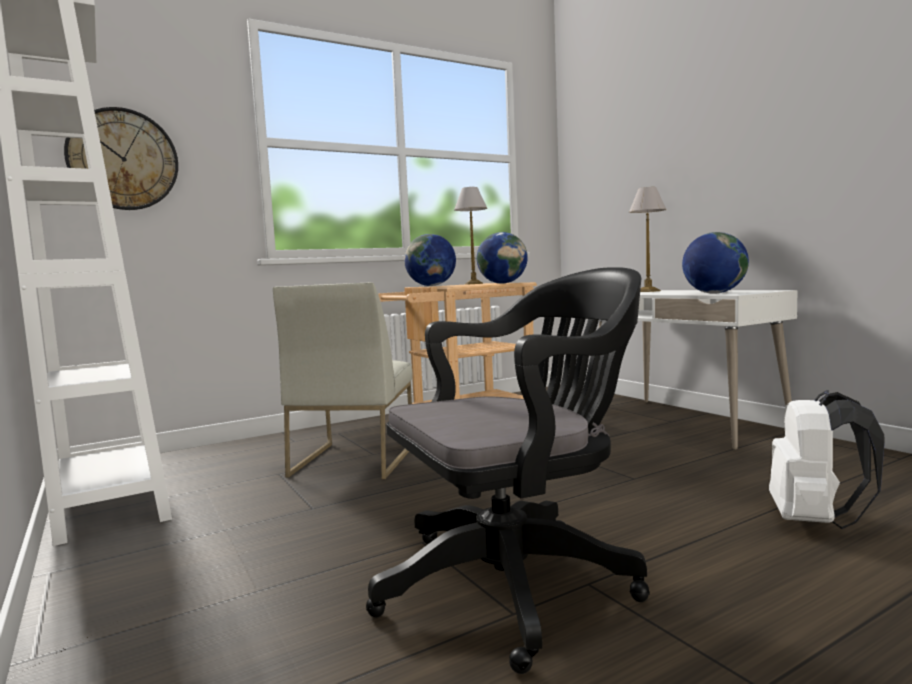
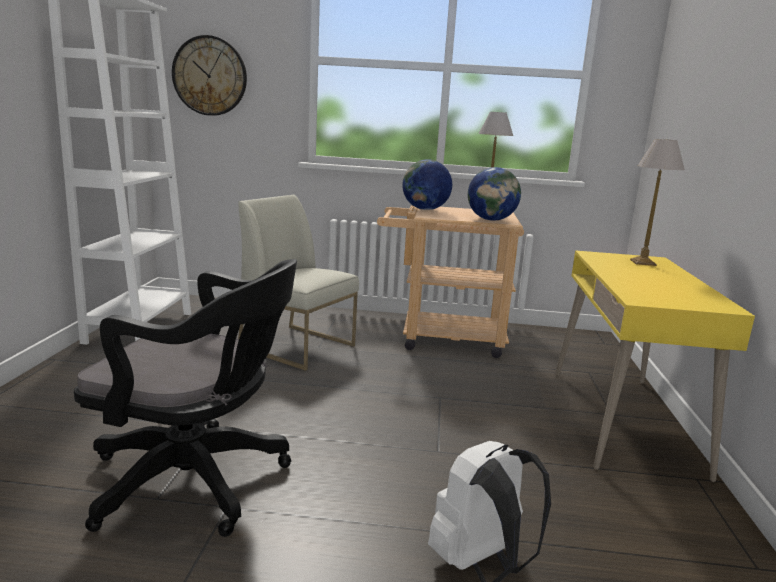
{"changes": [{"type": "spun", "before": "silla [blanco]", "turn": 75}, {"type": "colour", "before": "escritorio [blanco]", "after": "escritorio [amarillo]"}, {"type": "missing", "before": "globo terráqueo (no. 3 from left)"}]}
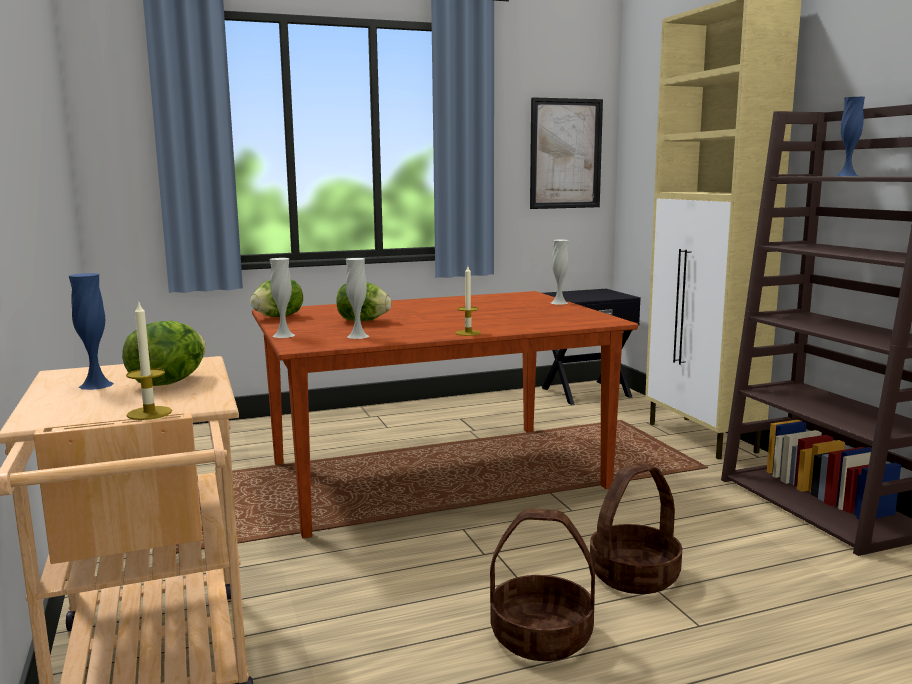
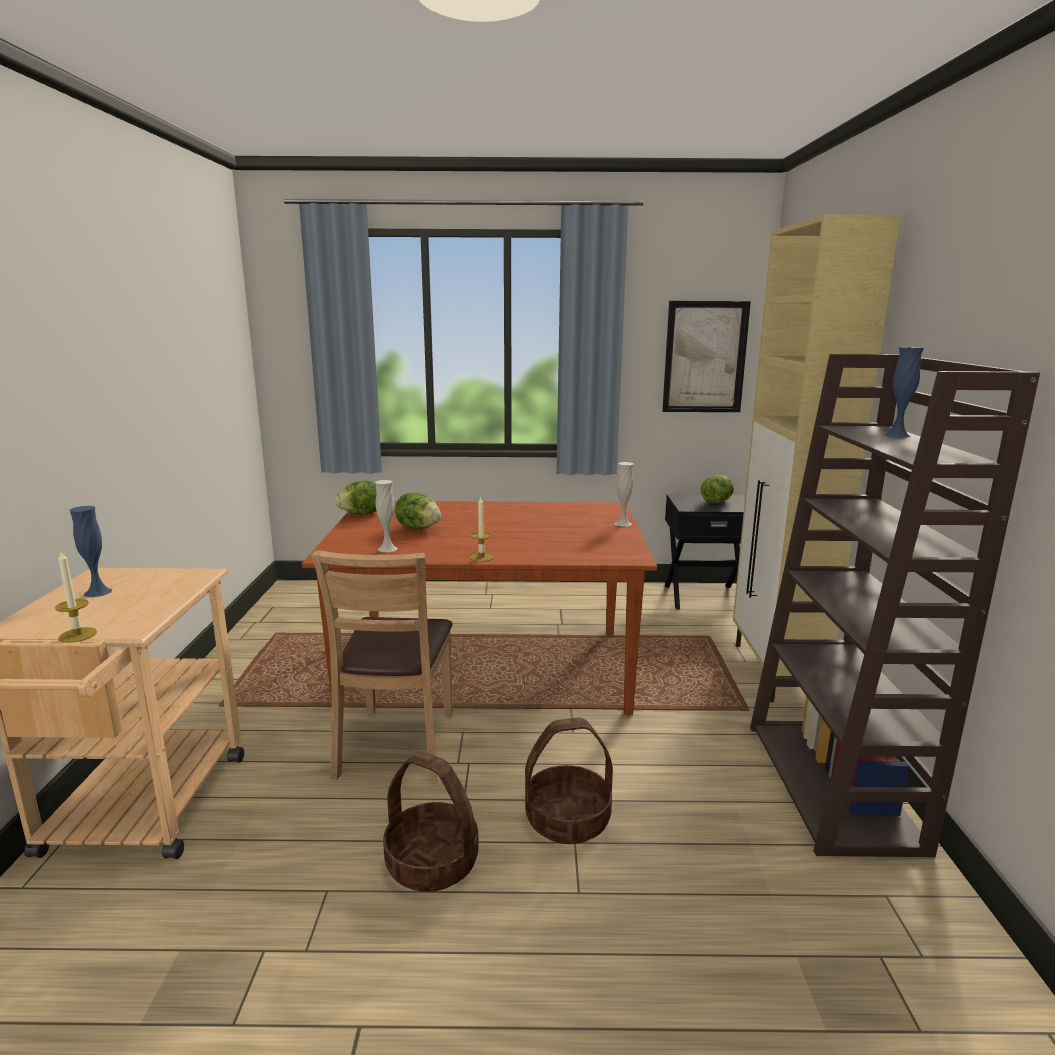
{"changes": [{"type": "relocated", "before": "lechuga (no. 1 from left in the first image)", "after": "lechuga (no. 3 from left)"}, {"type": "missing", "before": "florero [blanco] (no. 1 from left)"}, {"type": "appeared", "after": "silla [marrón]"}]}
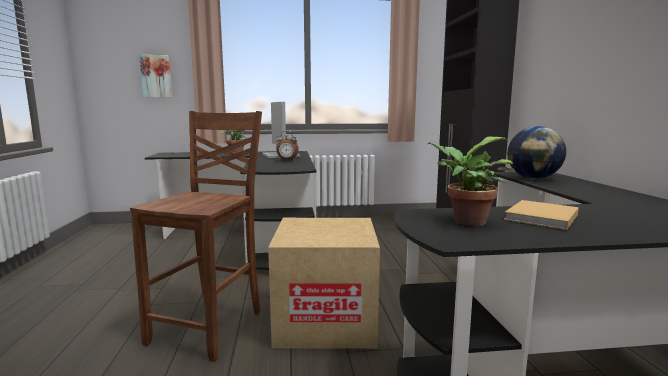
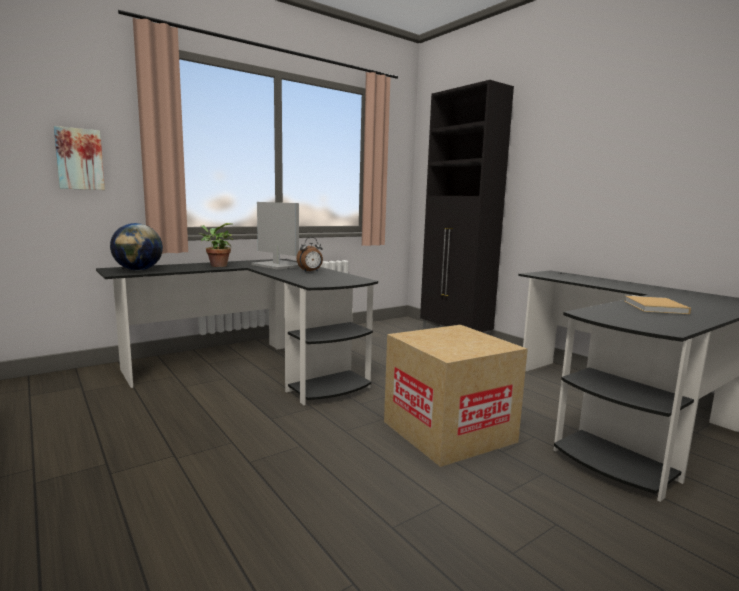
{"changes": [{"type": "missing", "before": "silla [marrón]"}, {"type": "missing", "before": "planta en maceta (no. 2 from left)"}, {"type": "relocated", "before": "globo terráqueo"}]}
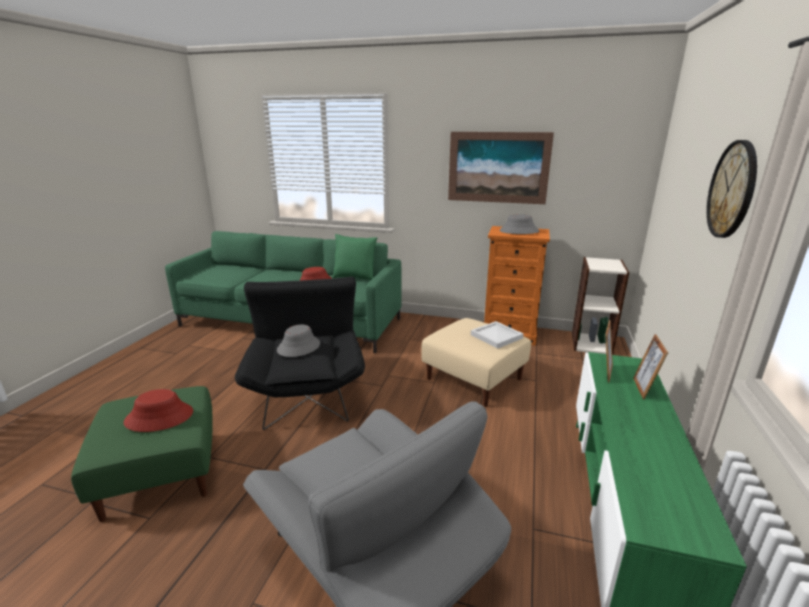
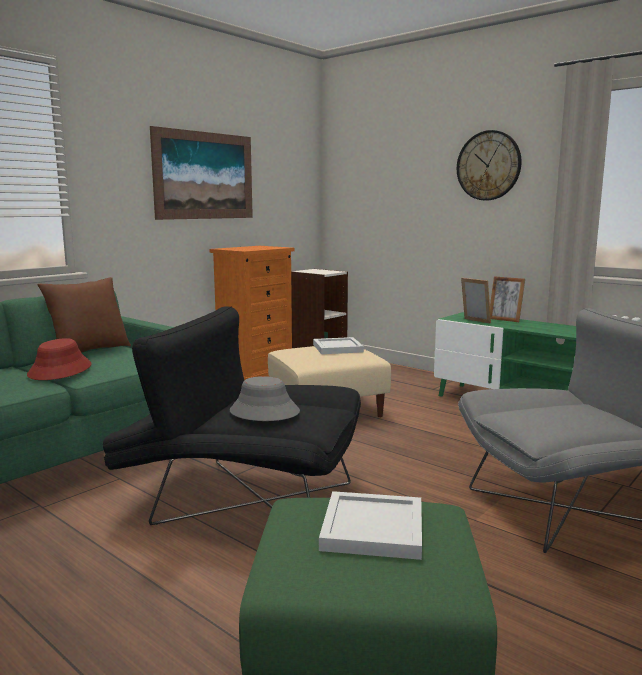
{"changes": [{"type": "exchanged", "before": "sombrero [rojo] (no. 1 from left)", "after": "bandeja [blanco] (no. 2 from left)"}, {"type": "colour", "before": "cojín [verde]", "after": "cojín [marrón]"}, {"type": "missing", "before": "sombrero [gris] (no. 2 from left)"}]}
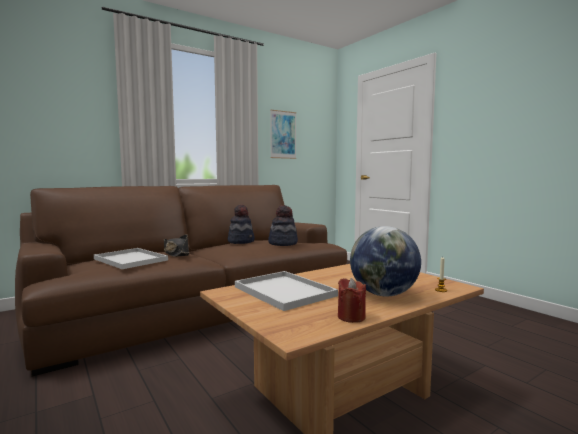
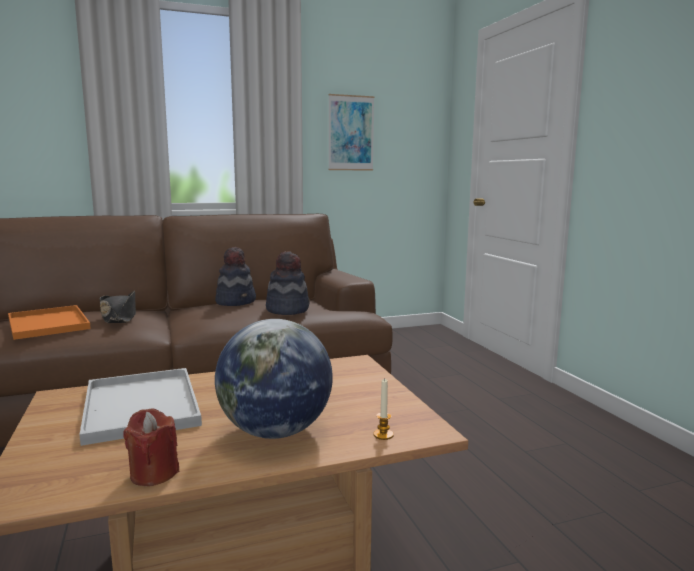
{"changes": [{"type": "colour", "before": "bandeja [blanco] (no. 1 from left)", "after": "bandeja [naranja]"}]}
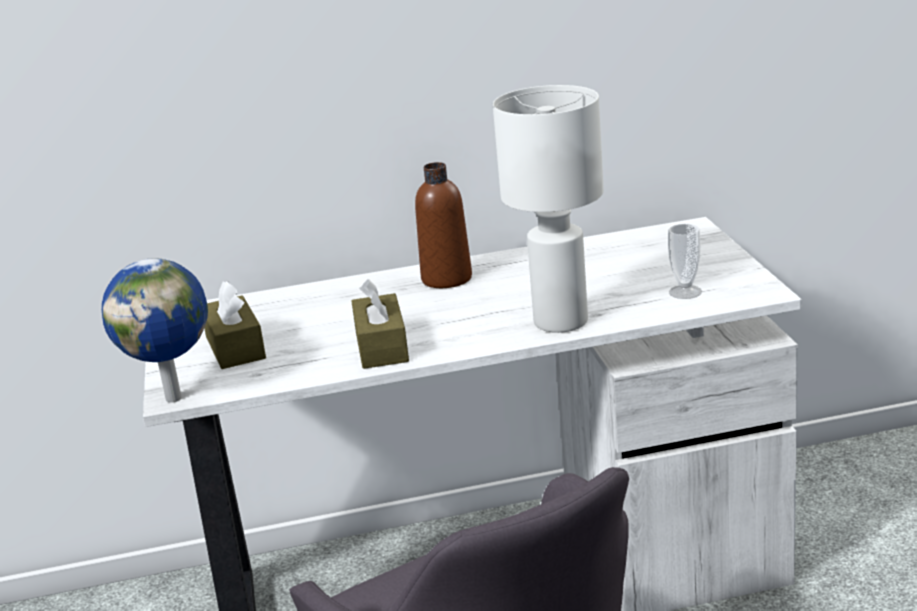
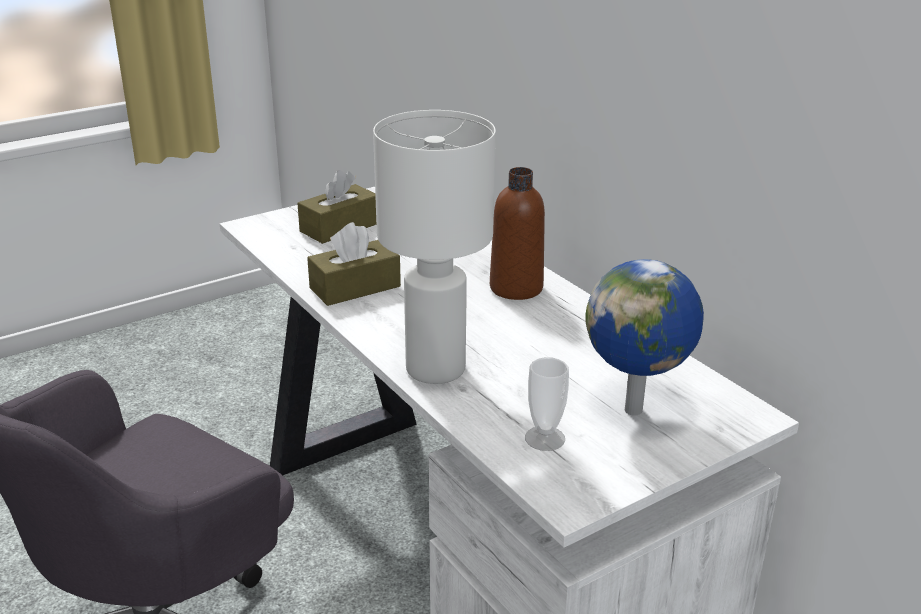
{"changes": [{"type": "relocated", "before": "globo terráqueo"}]}
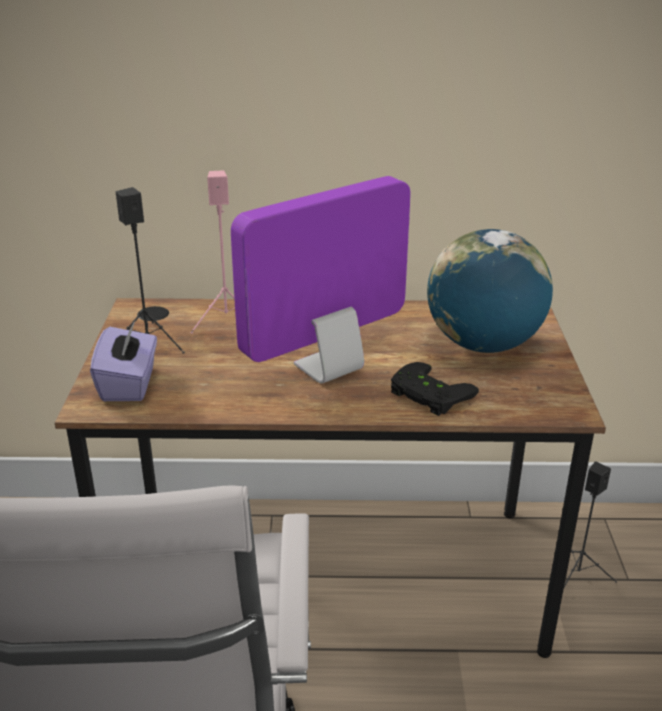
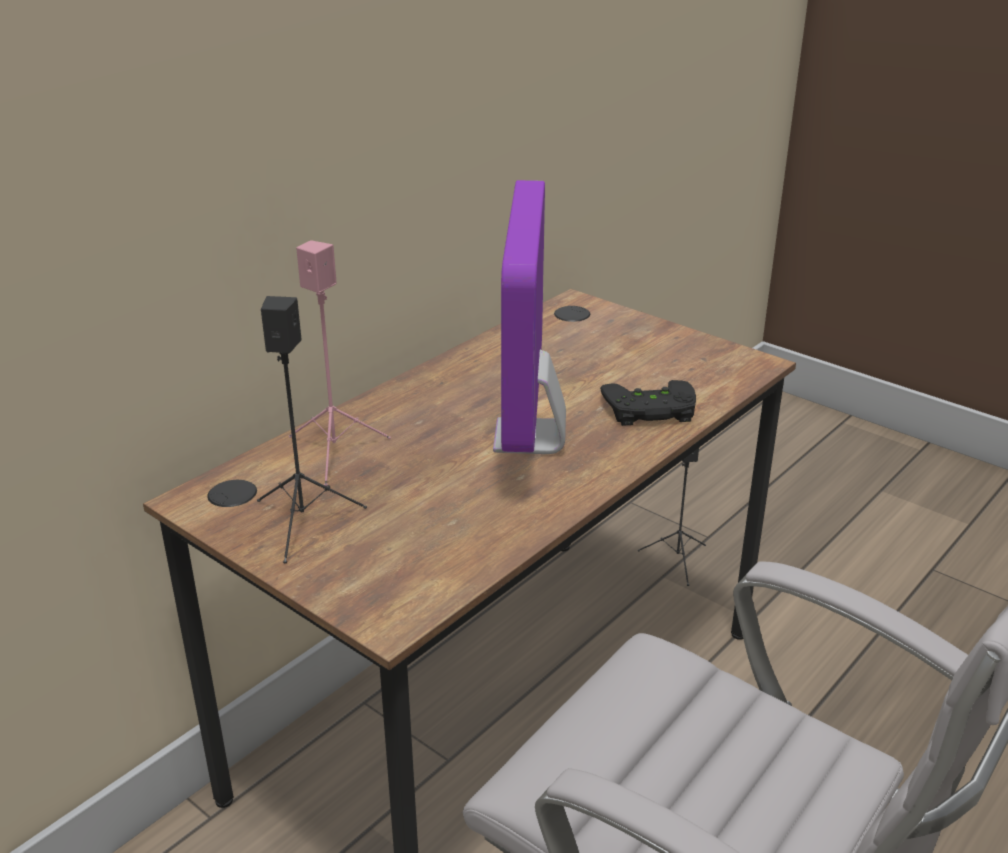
{"changes": [{"type": "missing", "before": "caja de pañuelos [morado]"}, {"type": "missing", "before": "globo terráqueo"}]}
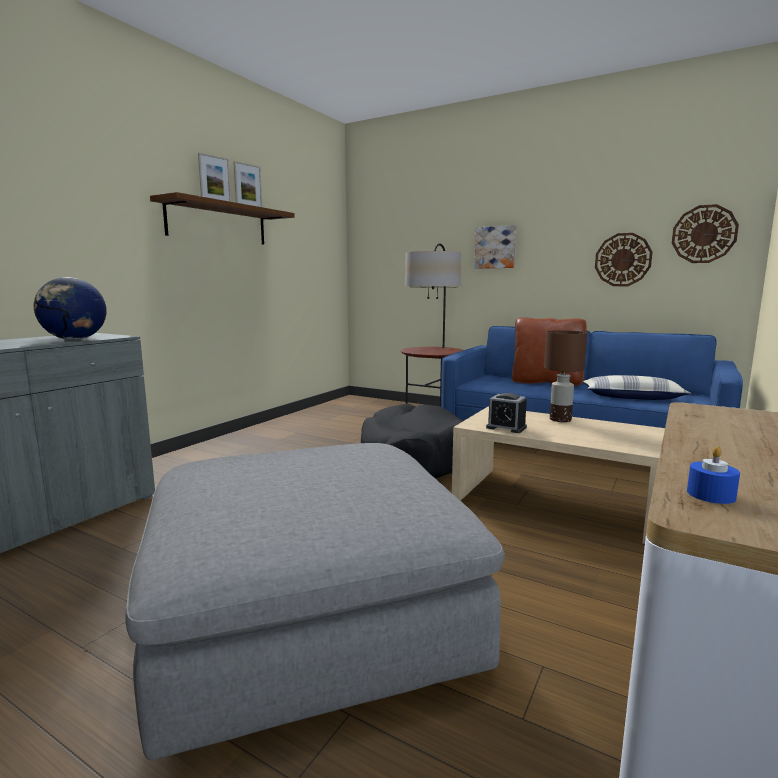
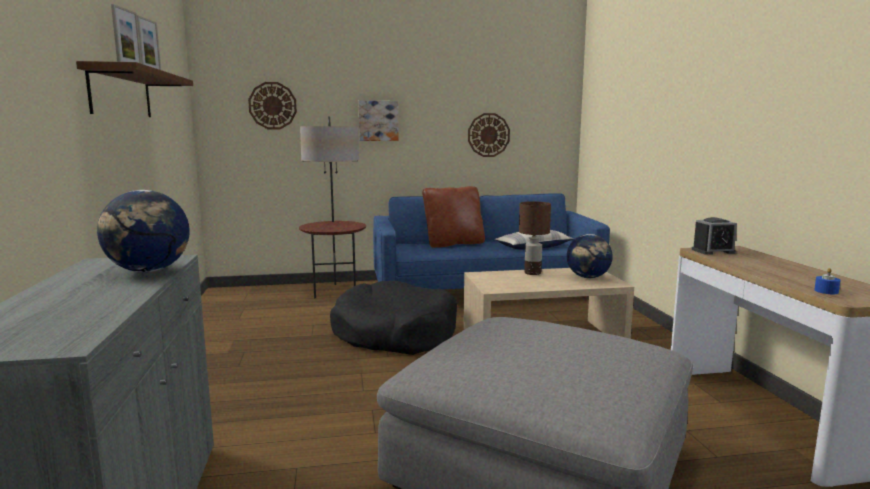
{"changes": [{"type": "relocated", "before": "despertador"}, {"type": "relocated", "before": "reloj de pared (no. 2 from left in the first image)", "after": "reloj de pared (no. 1 from left)"}, {"type": "appeared", "after": "globo terráqueo (no. 2 from left)"}]}
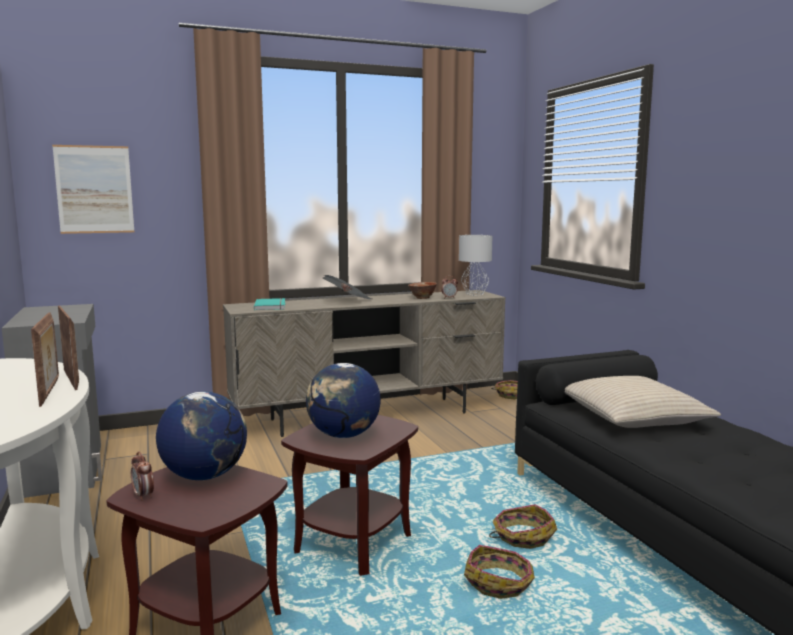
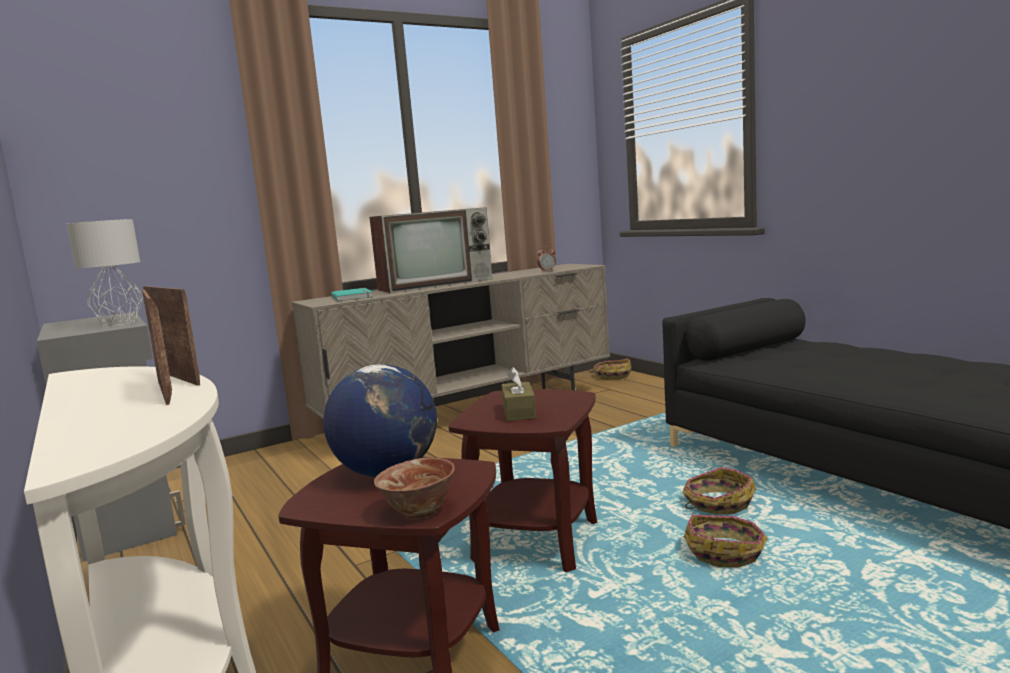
{"changes": [{"type": "missing", "before": "cuadro"}, {"type": "missing", "before": "despertador (no. 1 from left)"}, {"type": "exchanged", "before": "globo terráqueo (no. 2 from left)", "after": "caja de pañuelos [marrón]"}, {"type": "exchanged", "before": "periódico", "after": "televisor"}, {"type": "relocated", "before": "cuenco"}, {"type": "relocated", "before": "lámpara de mesa [gris]"}, {"type": "missing", "before": "cojín [beis]"}]}
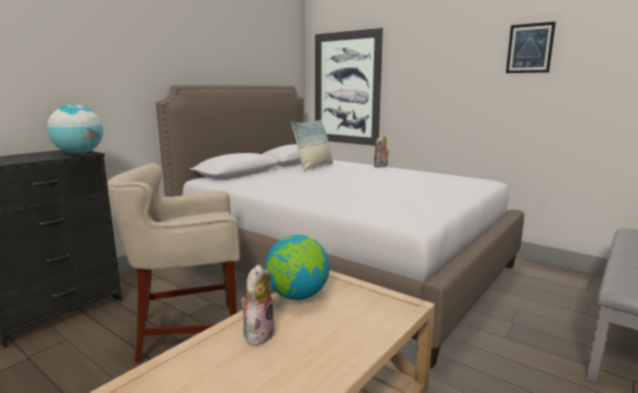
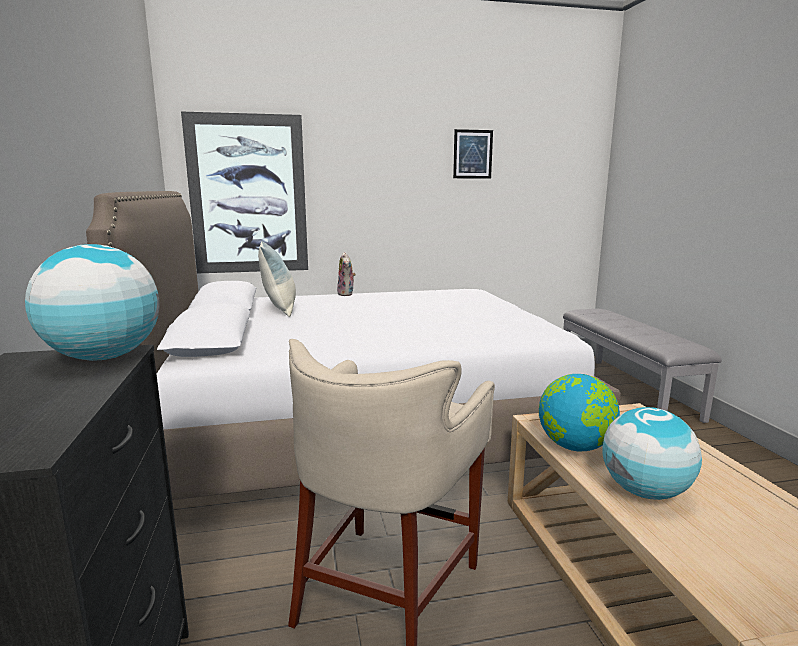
{"changes": [{"type": "exchanged", "before": "peluche (no. 1 from left)", "after": "globo terráqueo (no. 3 from left)"}]}
